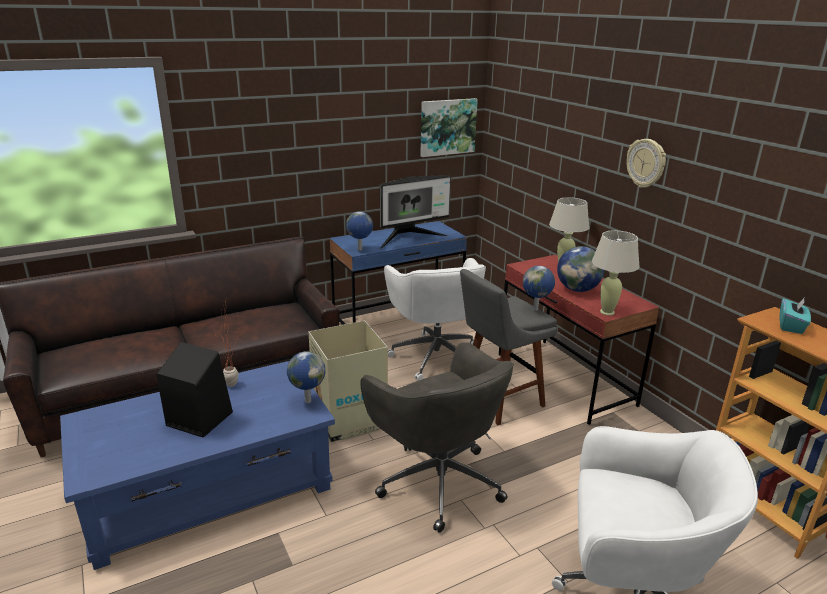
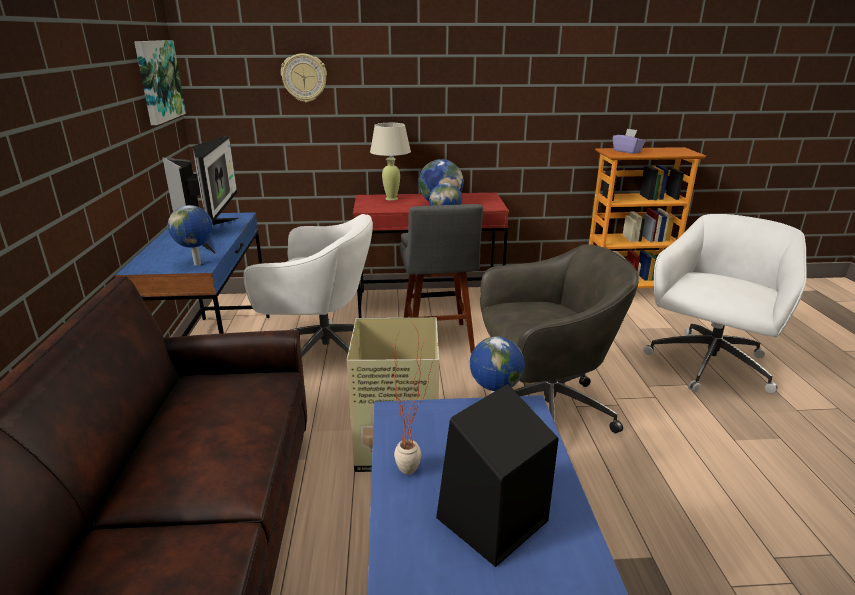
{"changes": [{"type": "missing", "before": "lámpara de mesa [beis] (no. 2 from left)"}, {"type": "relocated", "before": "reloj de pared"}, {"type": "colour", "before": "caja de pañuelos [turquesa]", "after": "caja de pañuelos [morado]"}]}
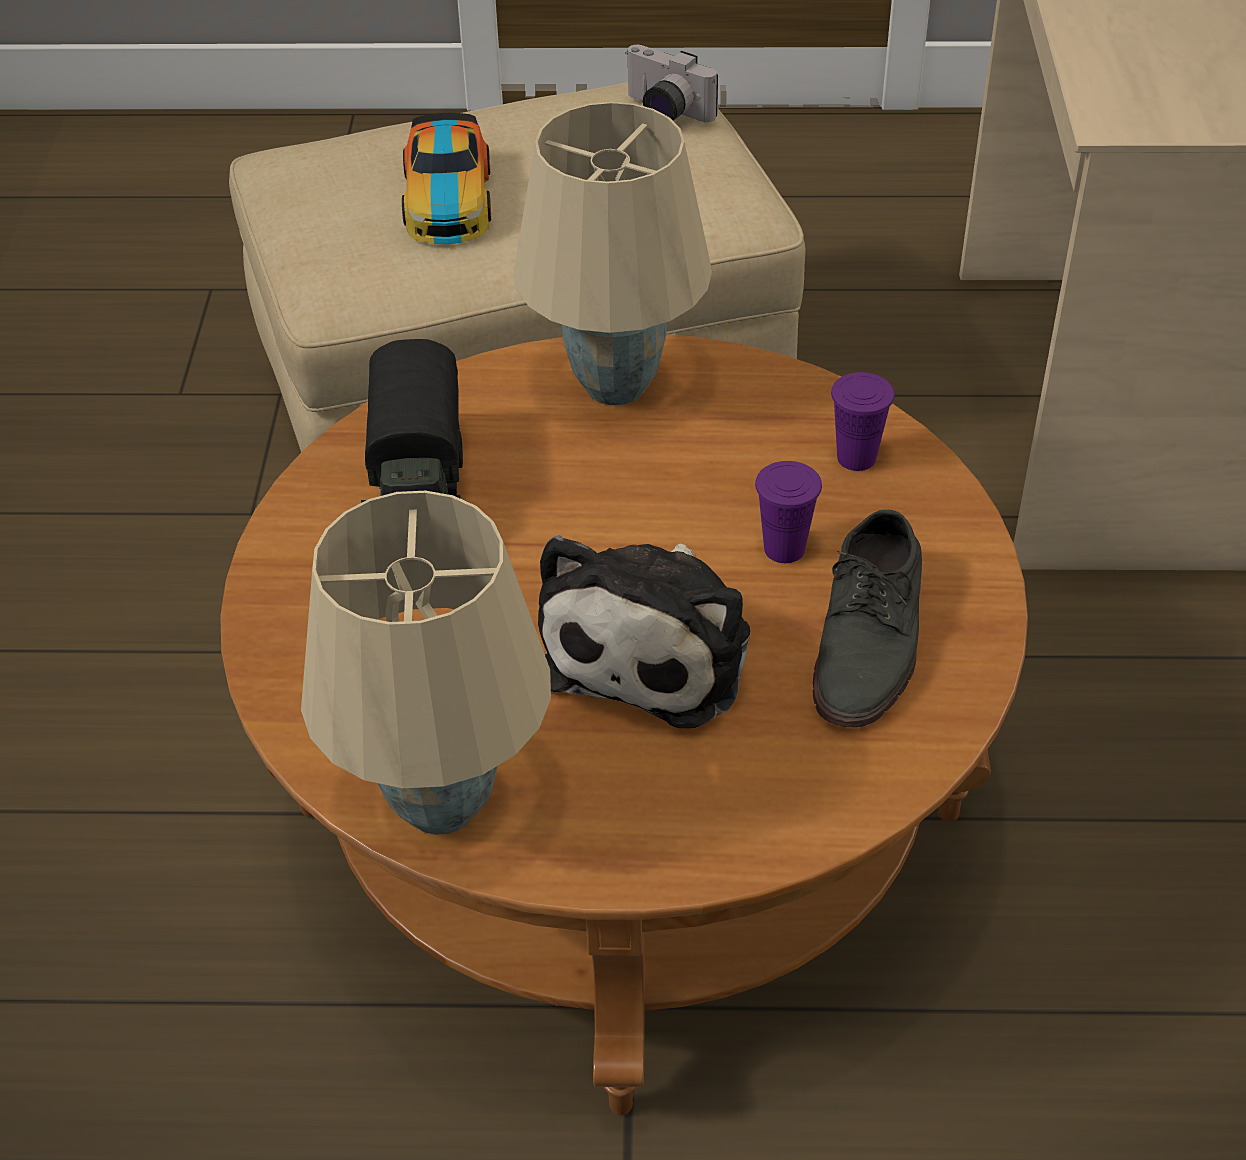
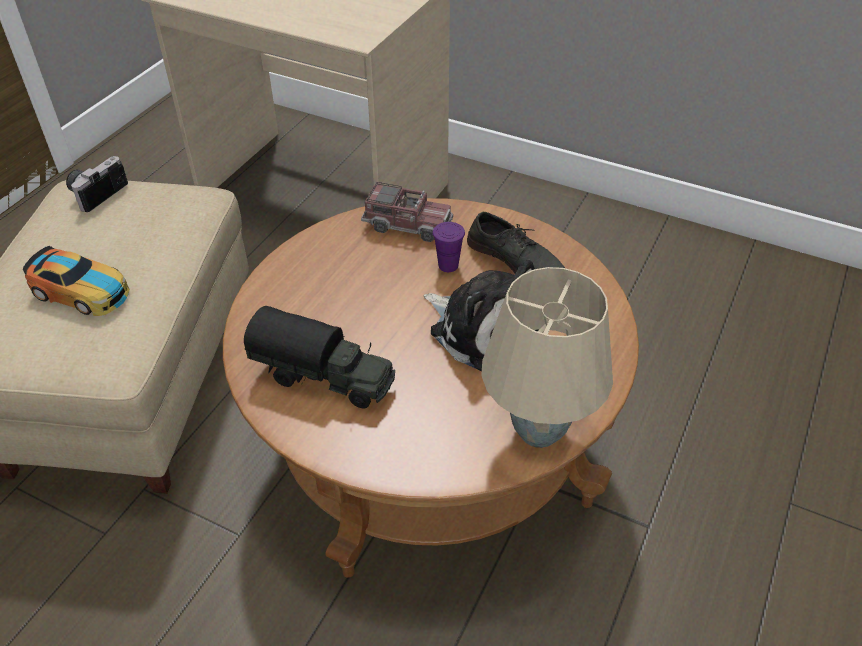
{"changes": [{"type": "missing", "before": "lámpara de mesa [beis] (no. 2 from left)"}, {"type": "spun", "before": "cámara", "turn": 150}, {"type": "exchanged", "before": "taza [morado] (no. 2 from left)", "after": "camión de juguete (no. 2 from left)"}]}
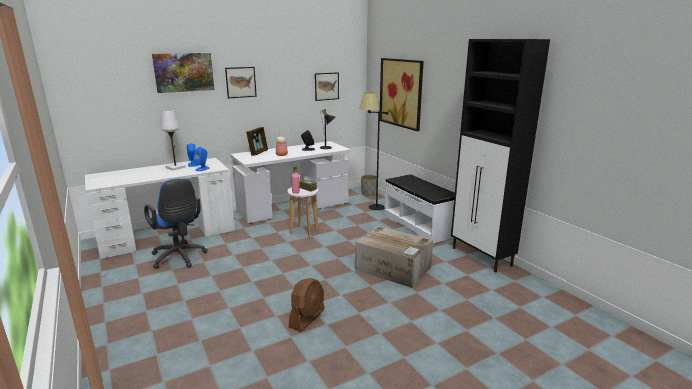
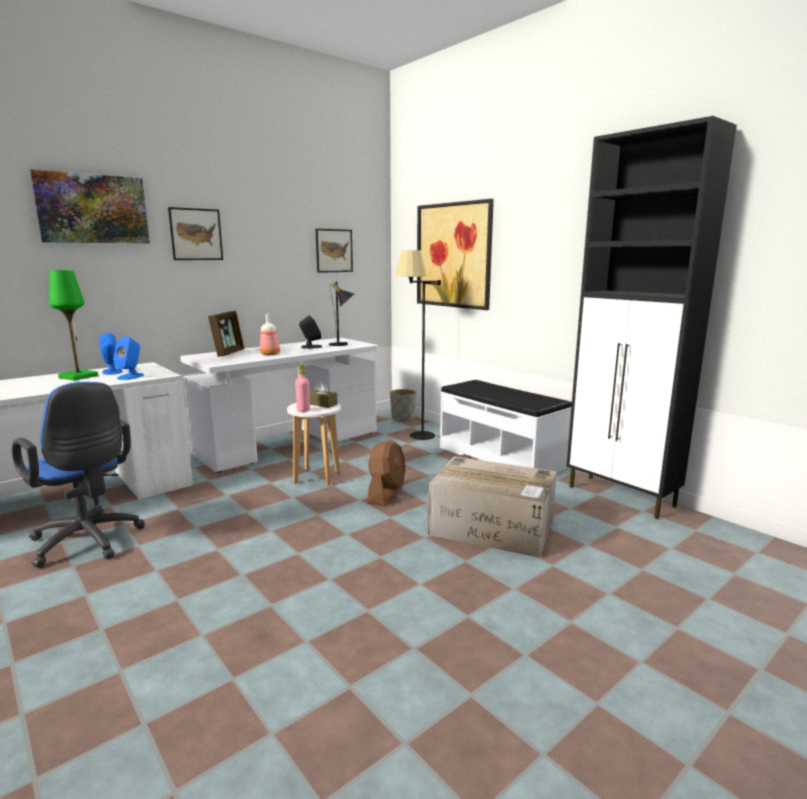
{"changes": [{"type": "colour", "before": "lámpara de mesa [blanco]", "after": "lámpara de mesa [verde]"}, {"type": "relocated", "before": "ventilador [marrón]"}]}
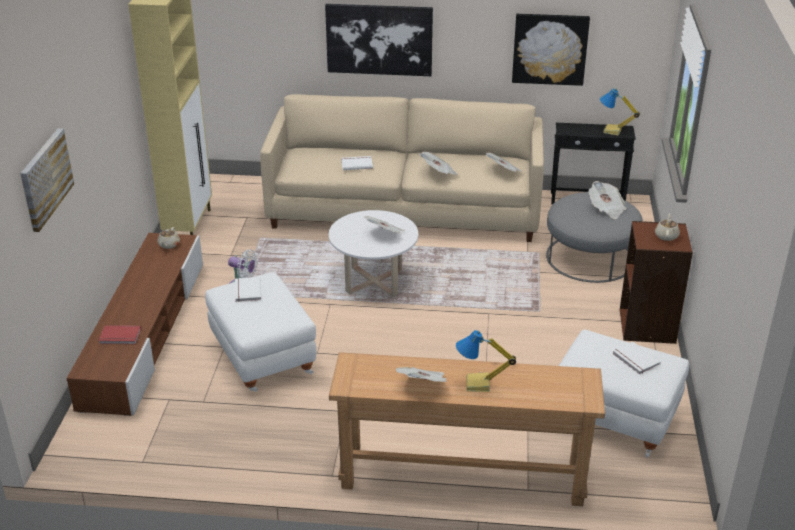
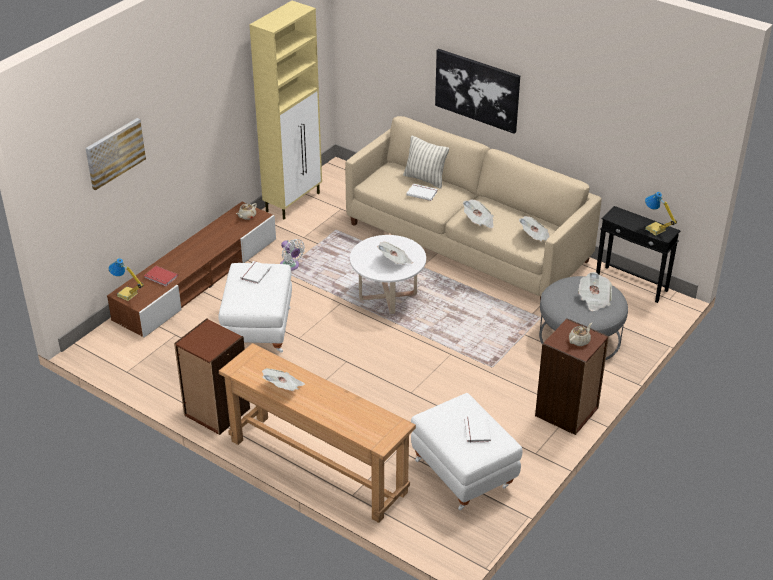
{"changes": [{"type": "relocated", "before": "lámpara de mesa (no. 1 from left)"}, {"type": "missing", "before": "cuadro (no. 3 from left)"}, {"type": "appeared", "after": "estantería [marrón] (no. 1 from left)"}, {"type": "appeared", "after": "cojín"}]}
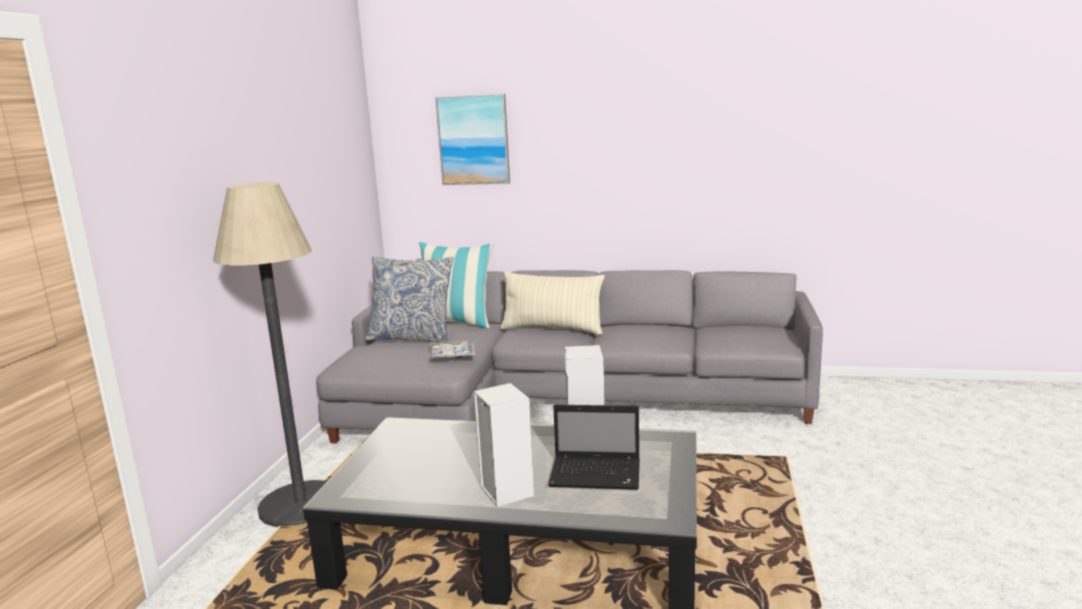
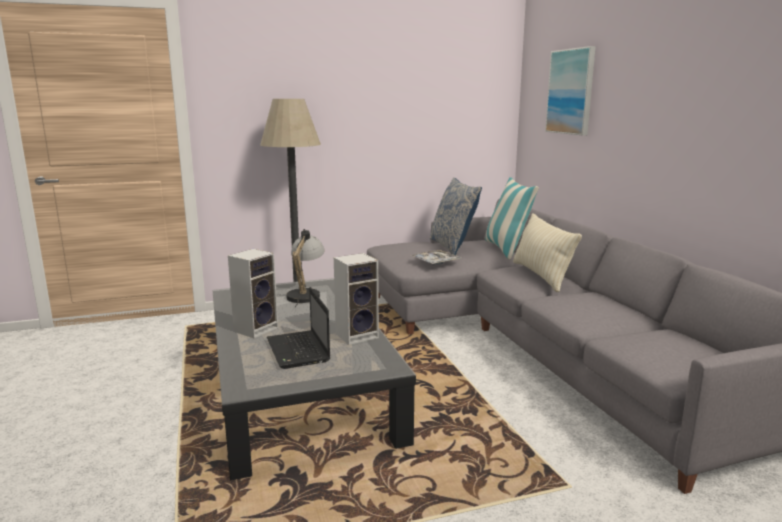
{"changes": [{"type": "appeared", "after": "lámpara de mesa"}]}
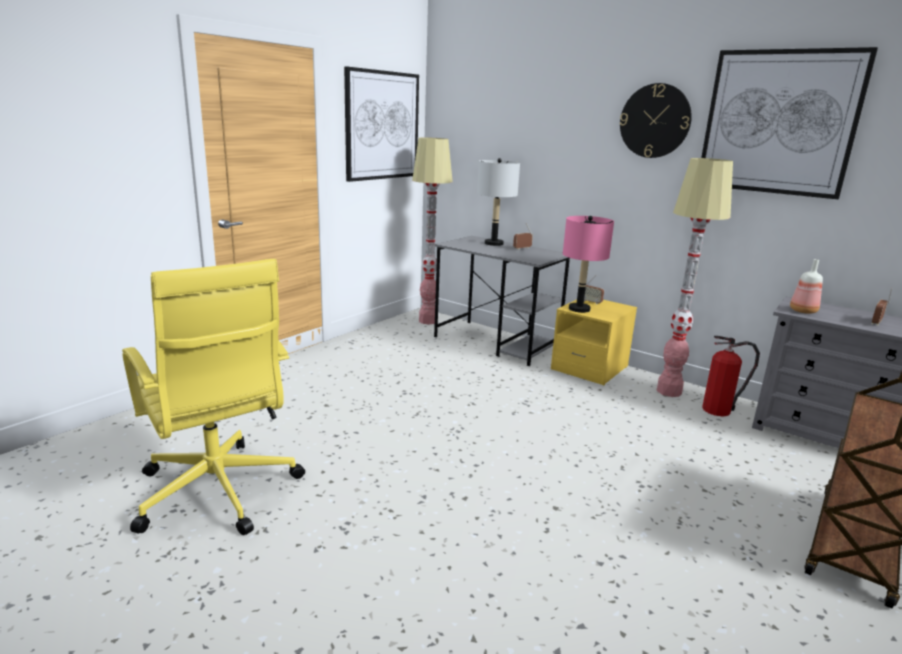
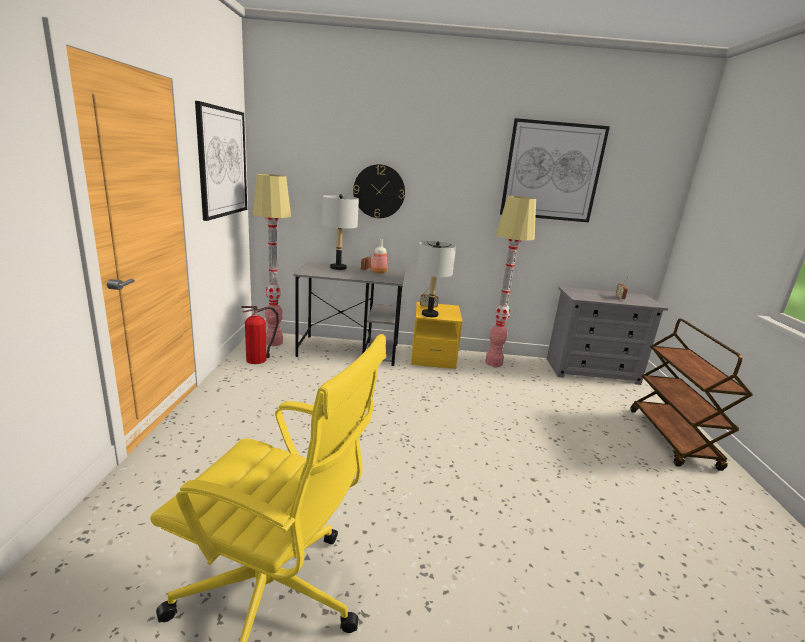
{"changes": [{"type": "colour", "before": "lámpara de mesa [rosa]", "after": "lámpara de mesa [gris] (no. 2 from left)"}, {"type": "relocated", "before": "reloj de pared"}, {"type": "relocated", "before": "extintor"}, {"type": "relocated", "before": "botella"}]}
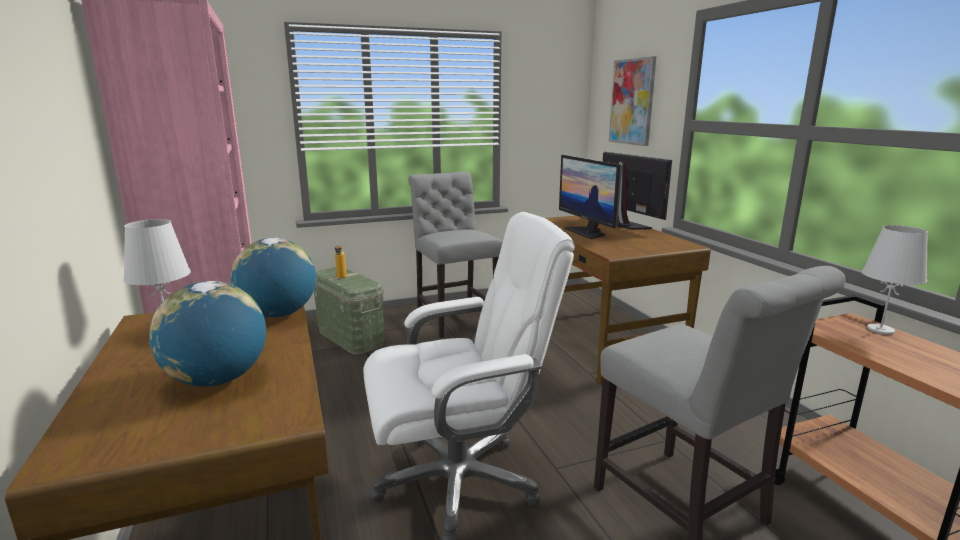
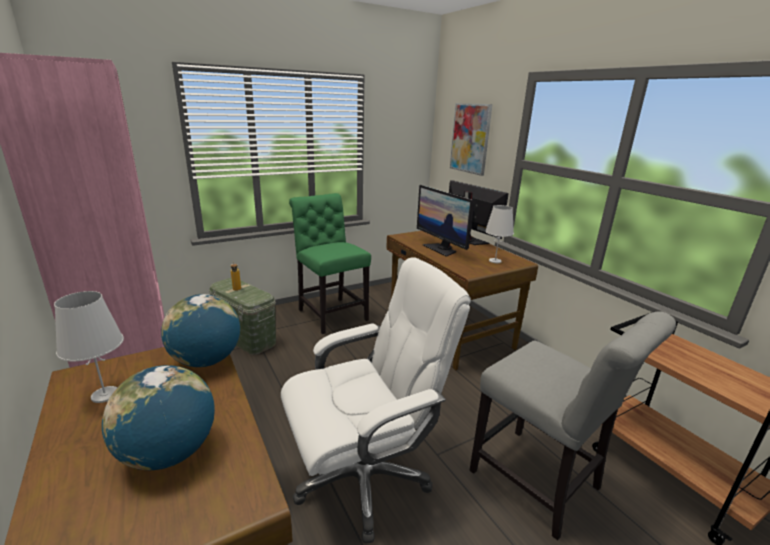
{"changes": [{"type": "colour", "before": "silla [gris] (no. 1 from left)", "after": "silla [verde]"}, {"type": "relocated", "before": "lámpara de mesa [blanco] (no. 2 from left)"}]}
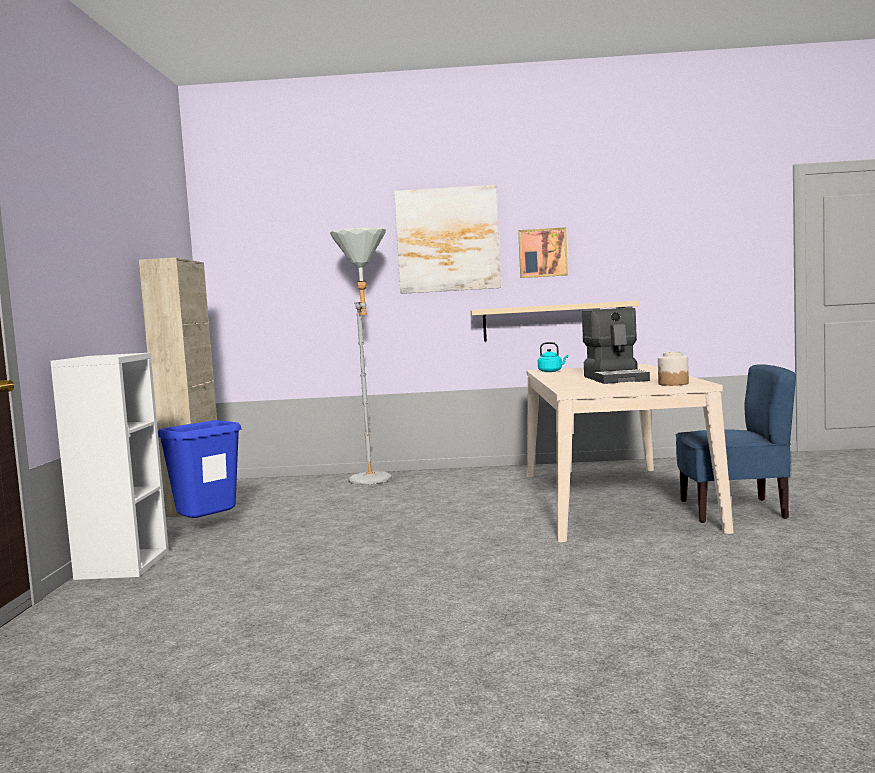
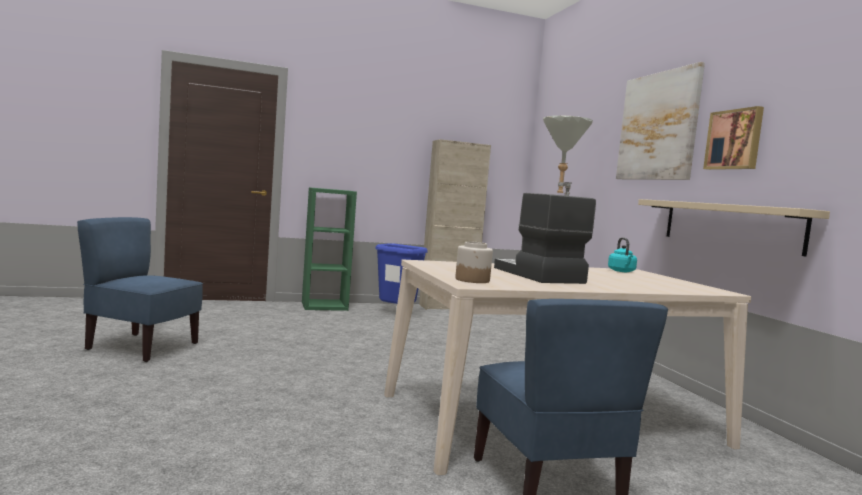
{"changes": [{"type": "colour", "before": "estantería [blanco]", "after": "estantería [verde]"}, {"type": "spun", "before": "cafetera", "turn": 90}, {"type": "appeared", "after": "silla [azul] (no. 1 from left)"}]}
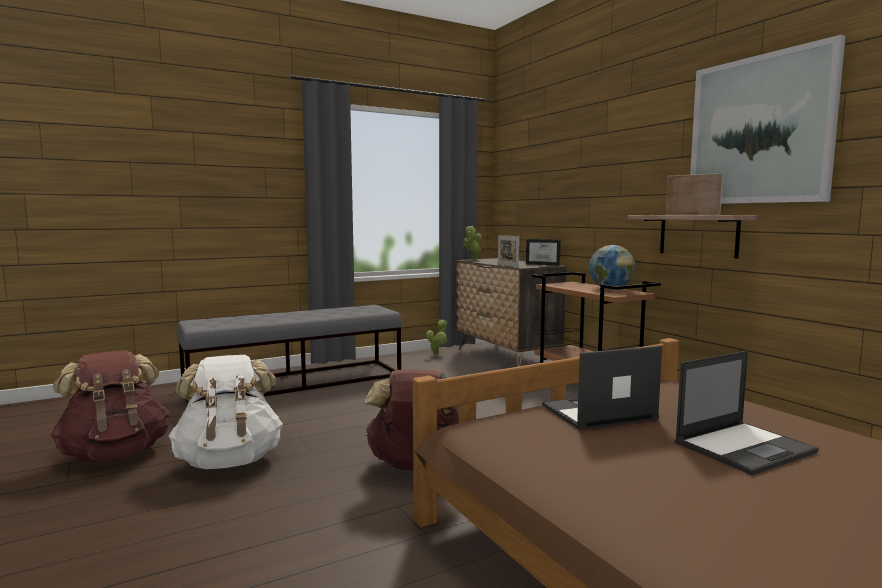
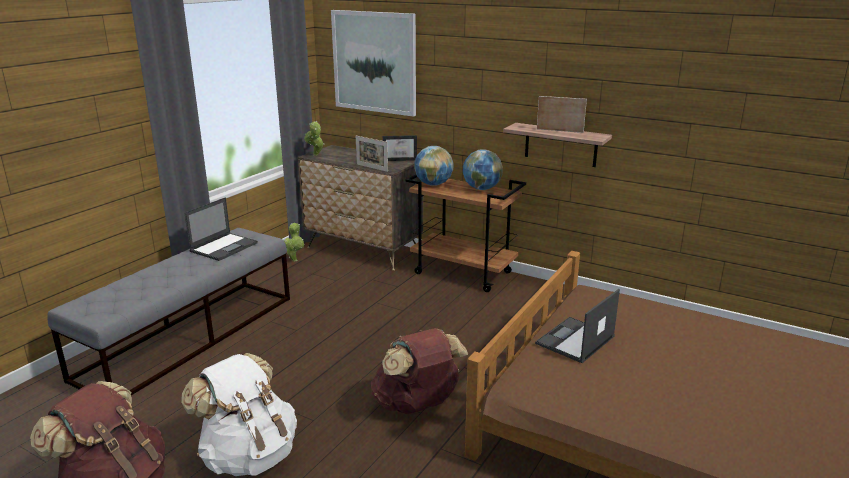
{"changes": [{"type": "relocated", "before": "portátil (no. 2 from left in the first image)", "after": "portátil (no. 1 from left)"}, {"type": "relocated", "before": "cuadro"}, {"type": "appeared", "after": "globo terráqueo (no. 1 from left)"}]}
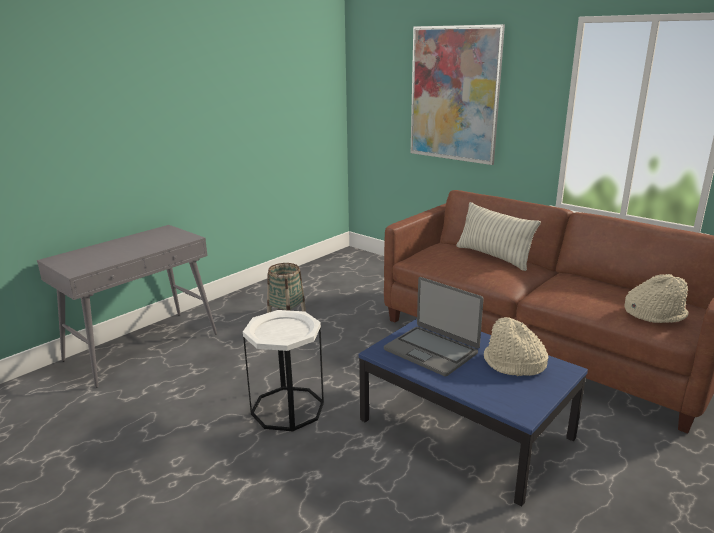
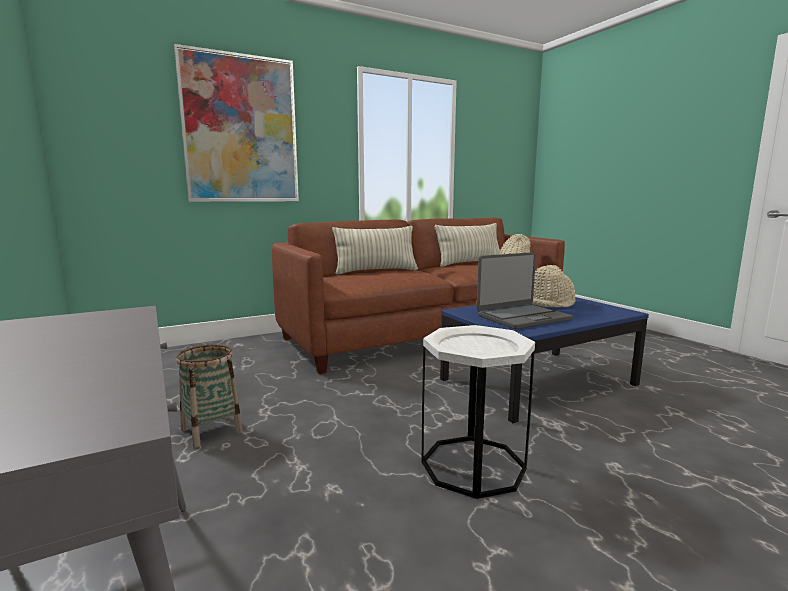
{"changes": [{"type": "appeared", "after": "cojín (no. 2 from left)"}]}
